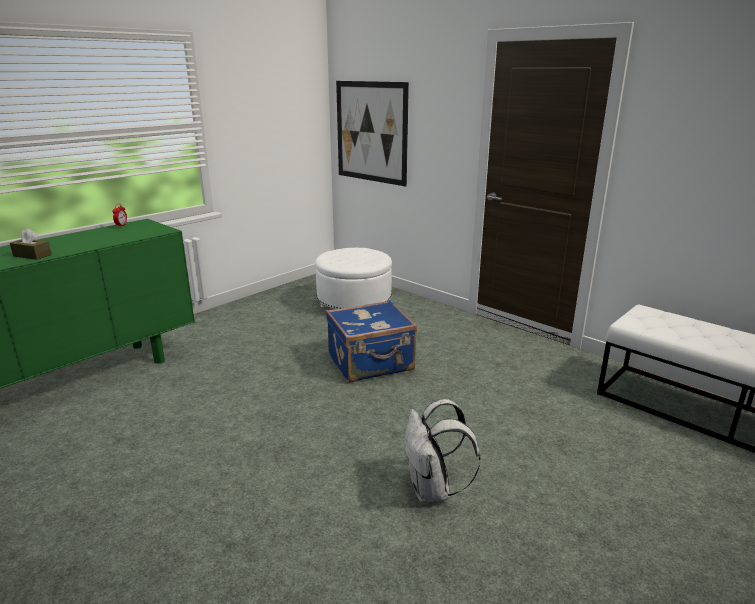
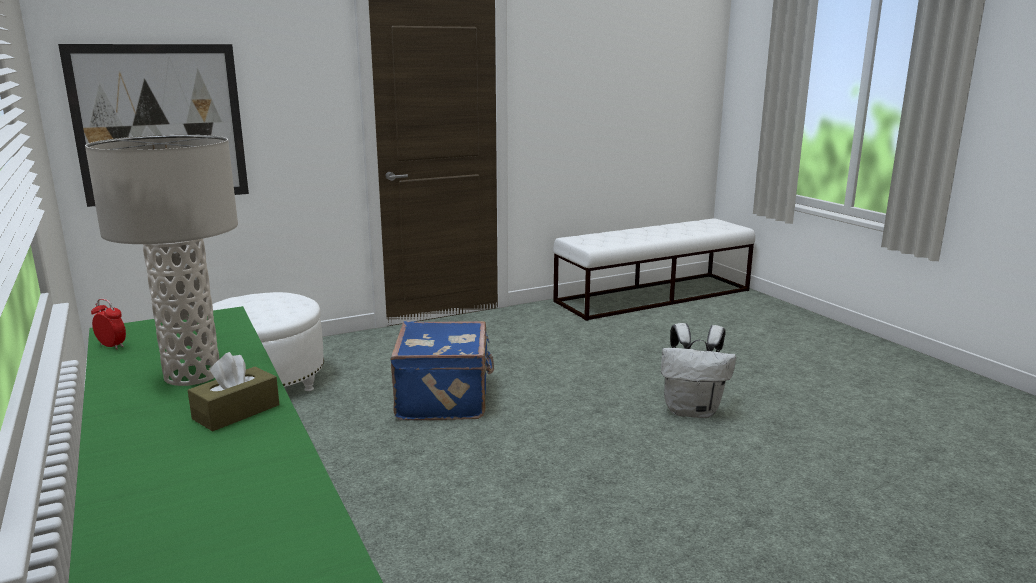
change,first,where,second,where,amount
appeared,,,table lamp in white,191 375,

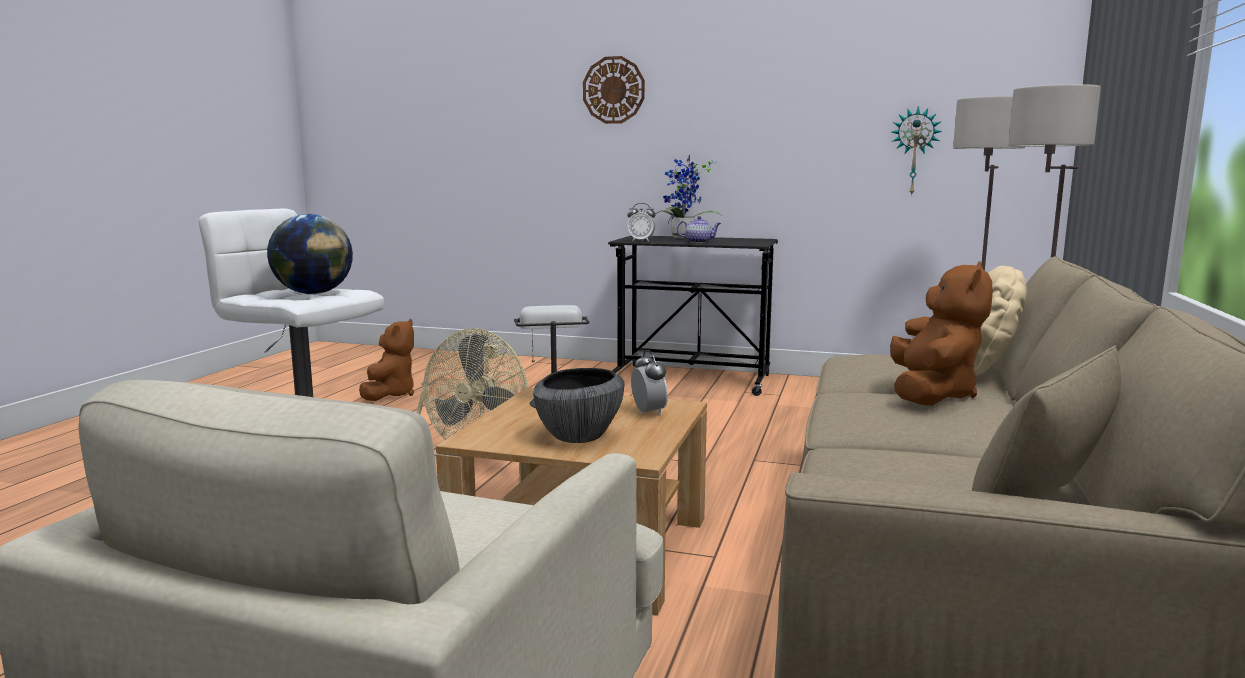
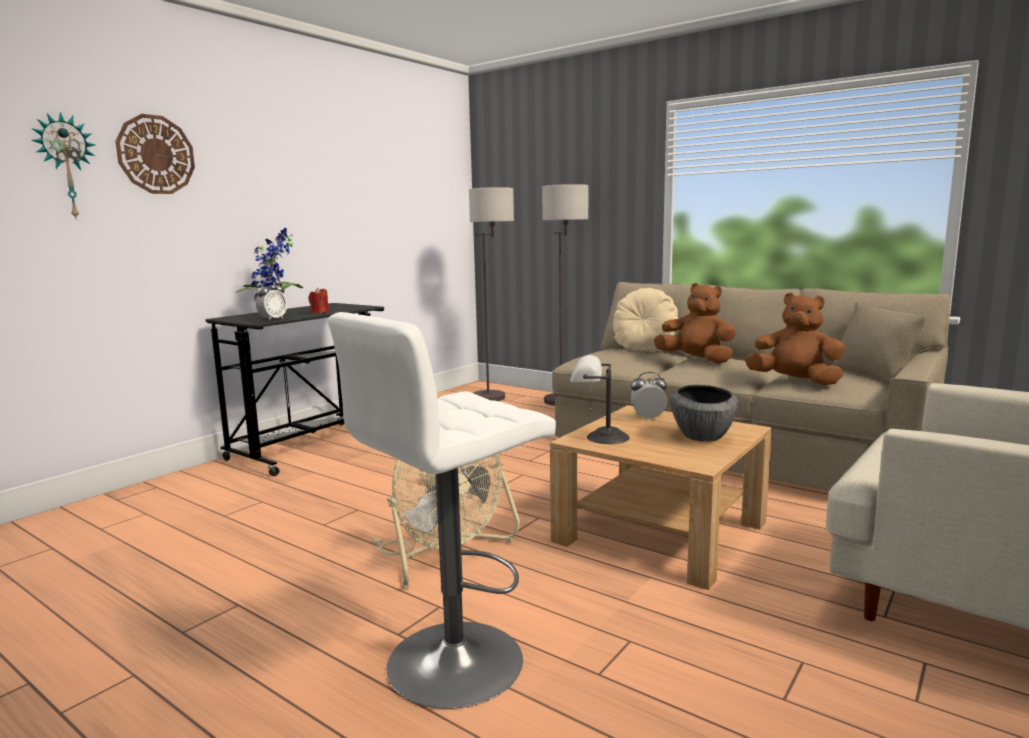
change,first,where,second,where,amount
relocated,wall clock,914 151,,66 167,
missing,globe,313 293,,,
exchanged,teapot,699 242,candle in red,319 312,
relocated,plush toy in brown,390 394,,795 381,

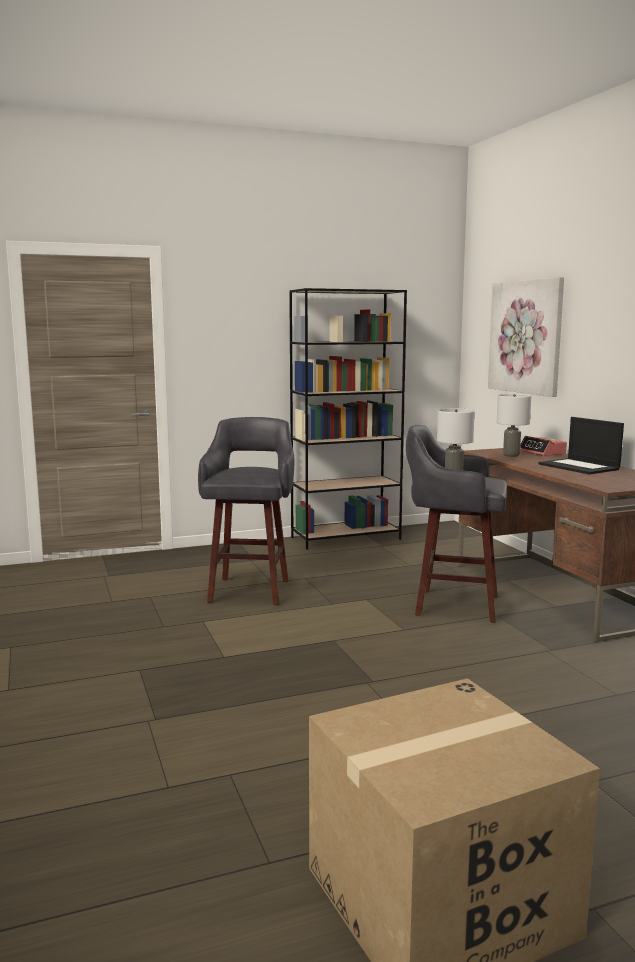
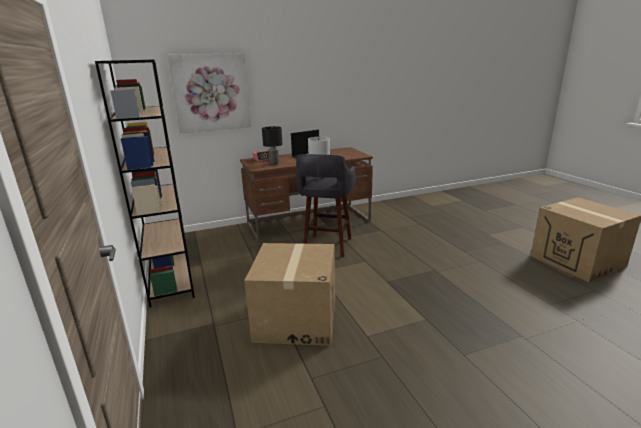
change,first,where,second,where,amount
colour,table lamp in white,511 455,table lamp in black,274 163,
exchanged,stool in grey,250 590,cardboard box,296 319,

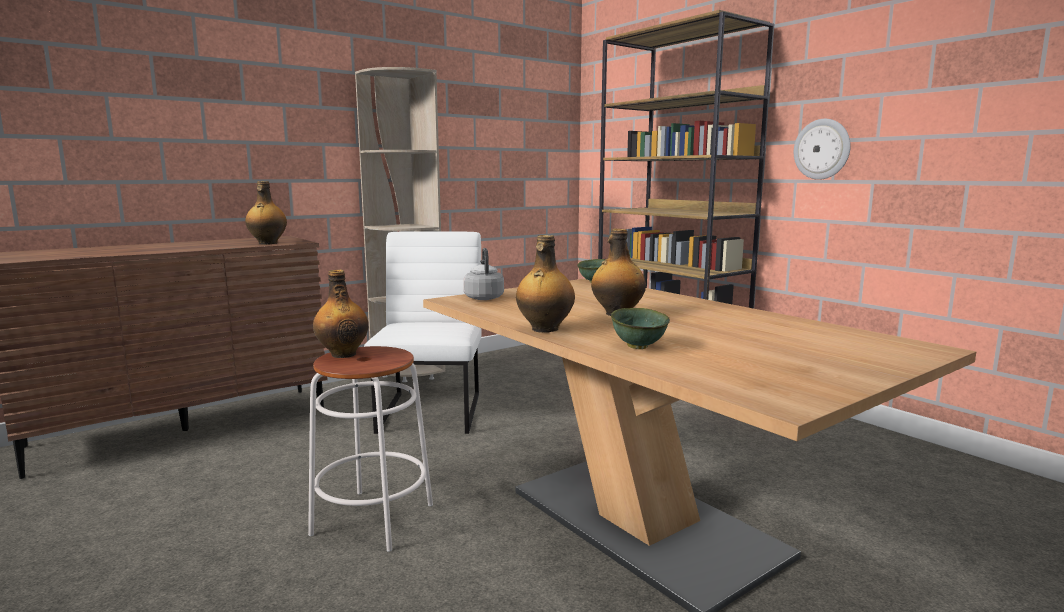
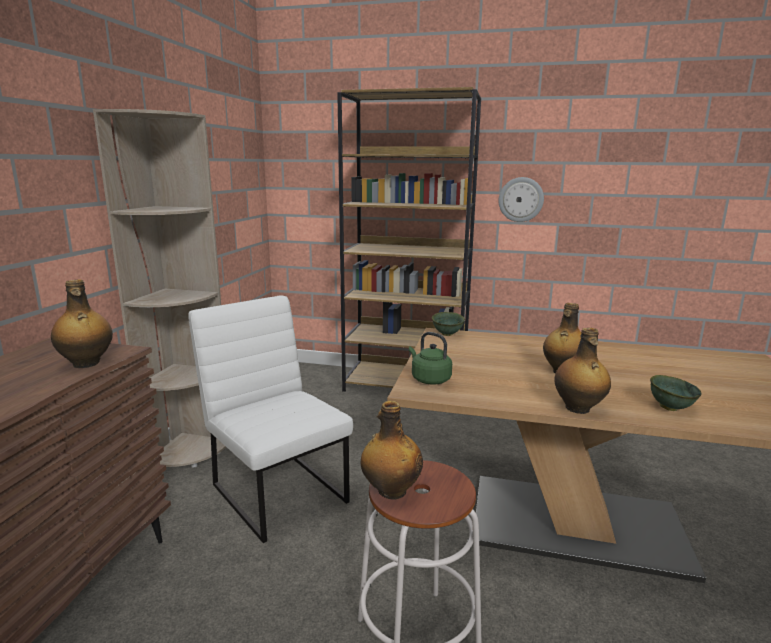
change,first,where,second,where,amount
colour,kettle in grey,484 297,kettle in green,429 379,

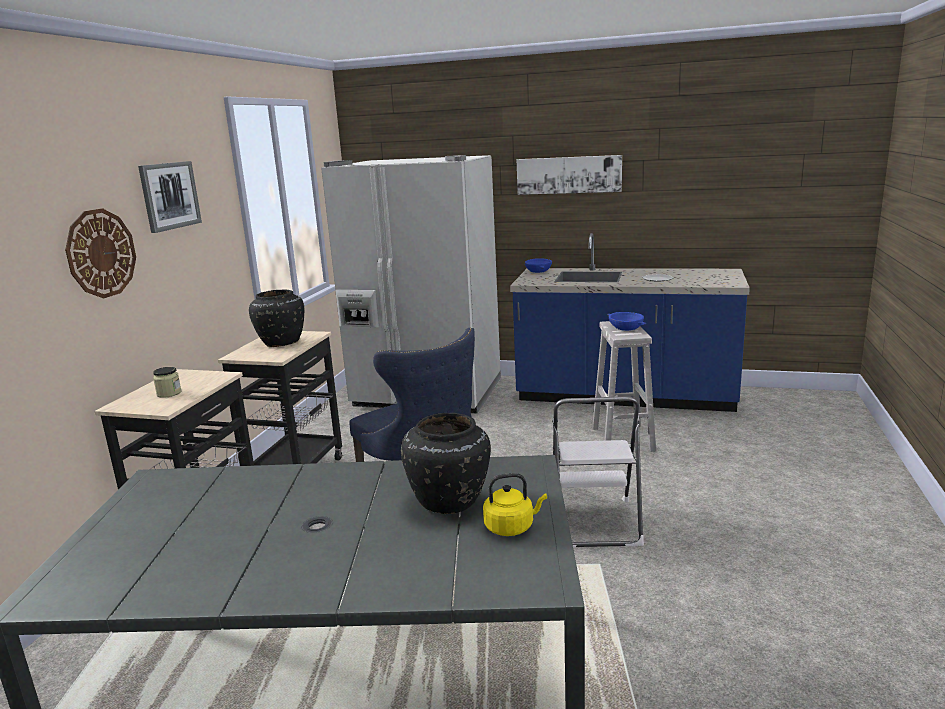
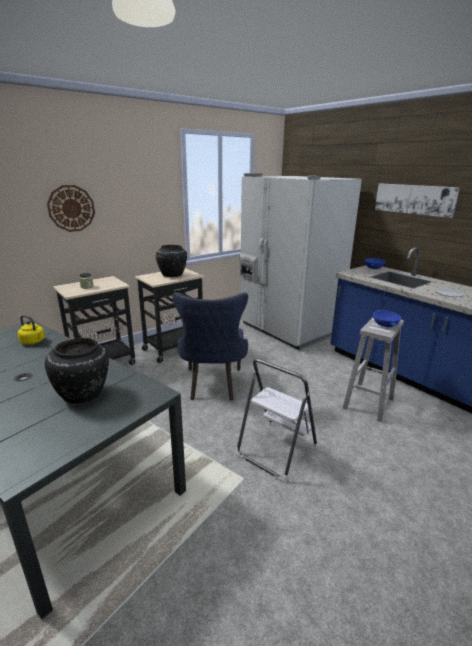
change,first,where,second,where,amount
missing,picture,169 195,,,
relocated,kettle in yellow,511 527,,33 342,

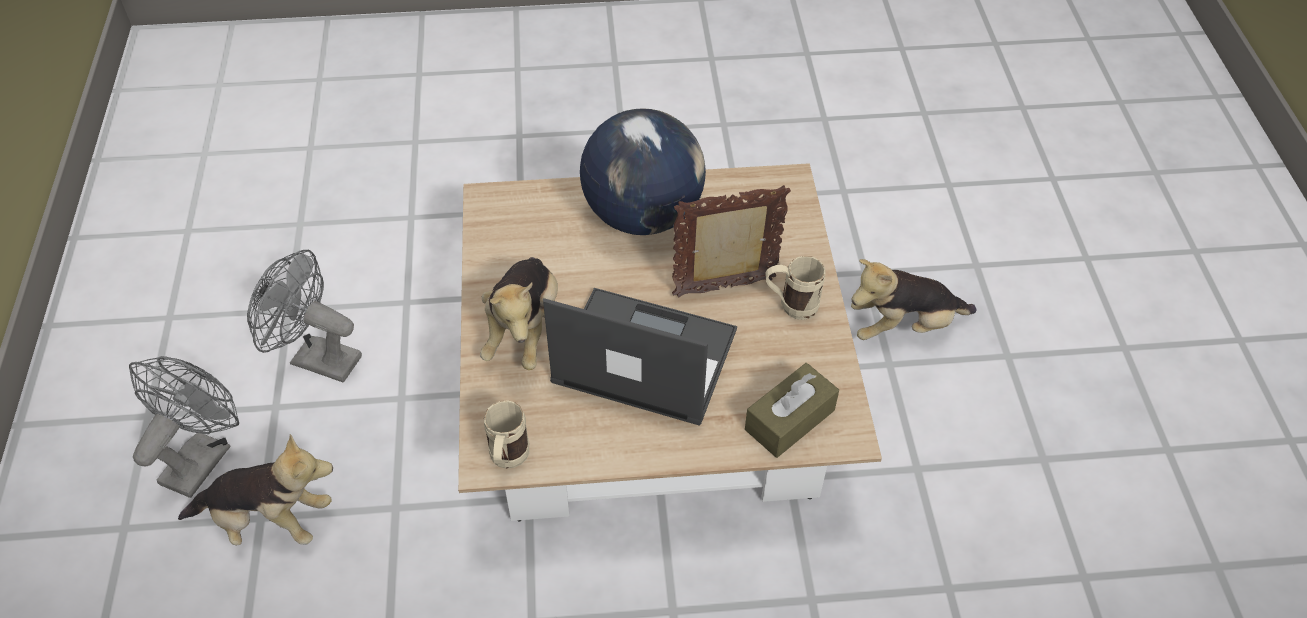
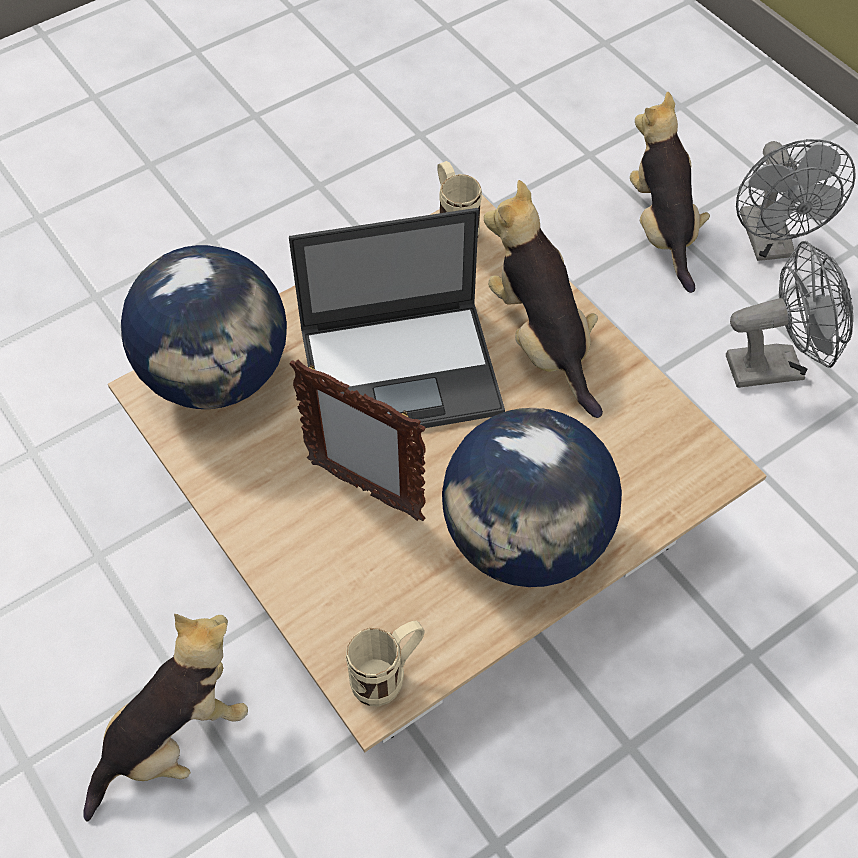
change,first,where,second,where,amount
spun,picture frame,725 288,,364 490,75 degrees clockwise
relocated,mug in beige,790 306,,388 676,
exchanged,tissue box in brown,789 420,globe,216 377,
spun,plush toy,268 521,,662 229,105 degrees clockwise

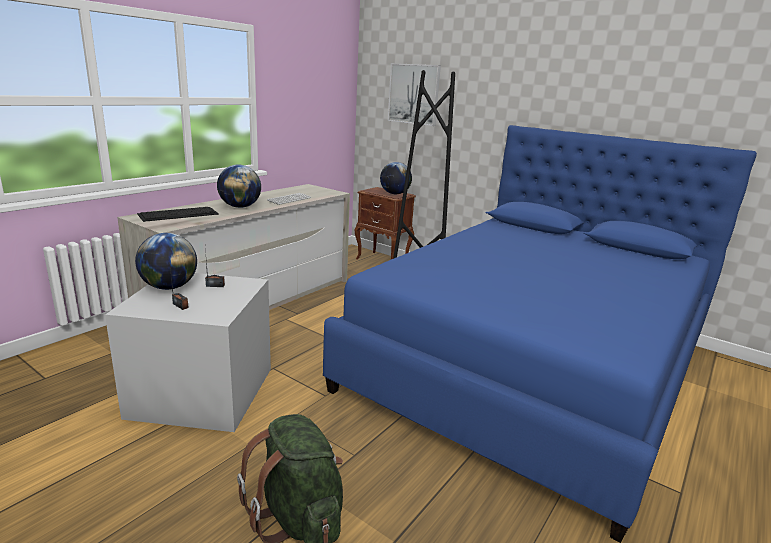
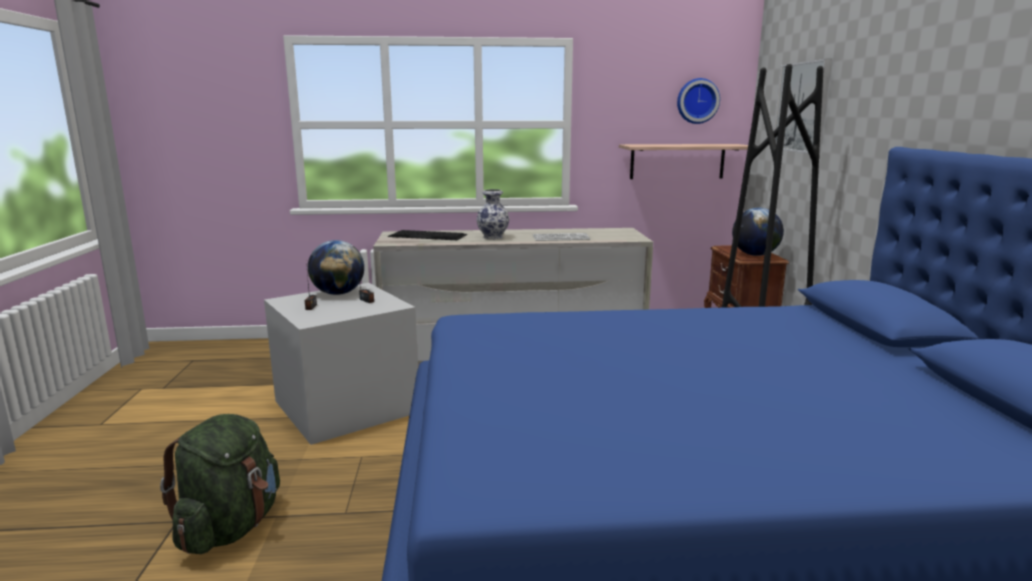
change,first,where,second,where,amount
exchanged,globe,240 207,vase,493 237,
appeared,,,wall clock,697 101,
appeared,,,shelf,677 161,

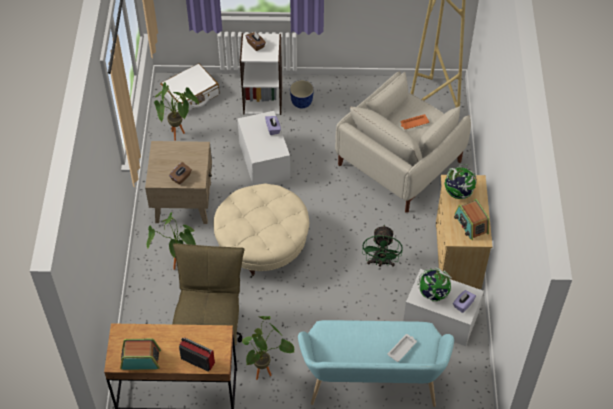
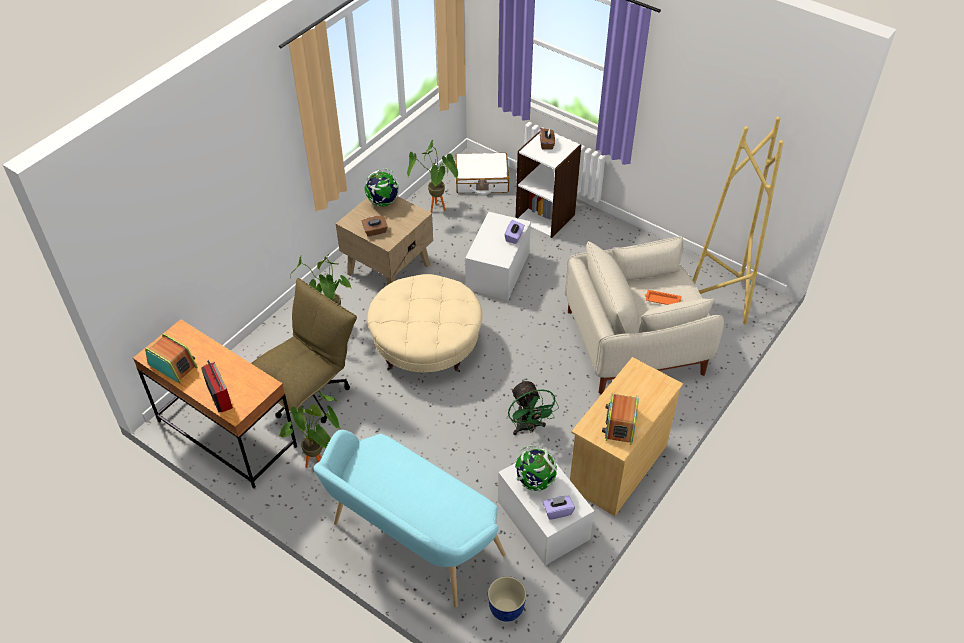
change,first,where,second,where,amount
relocated,planter,301 102,,506 608,
relocated,globe,458 193,,383 202,
spun,fan in green,381 262,,528 427,60 degrees counterclockwise
missing,tray in white,402 348,,,

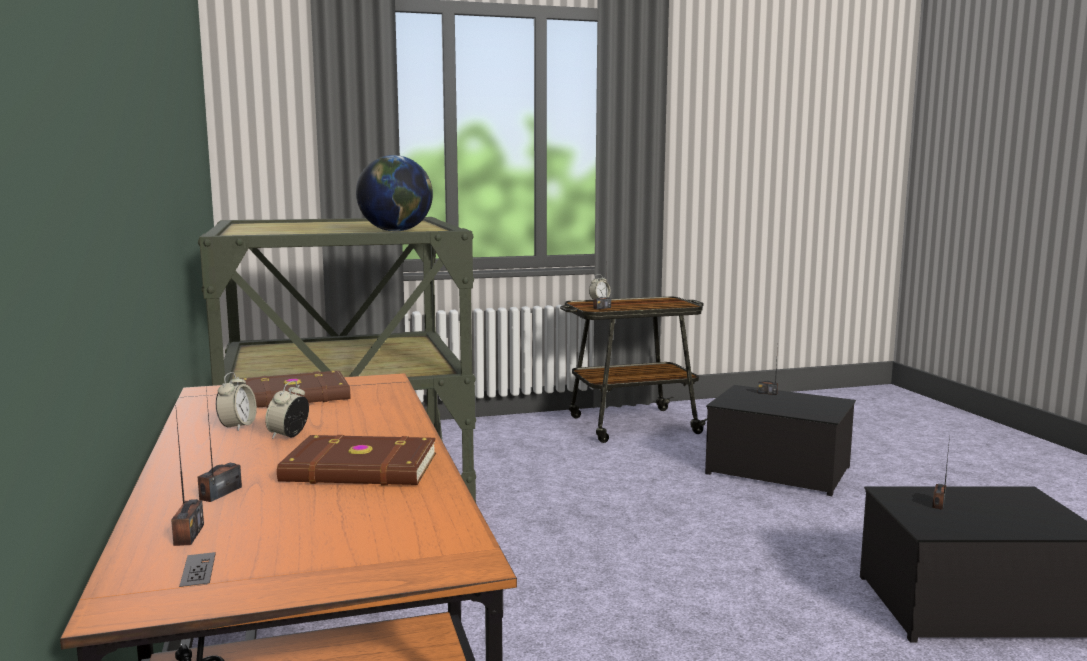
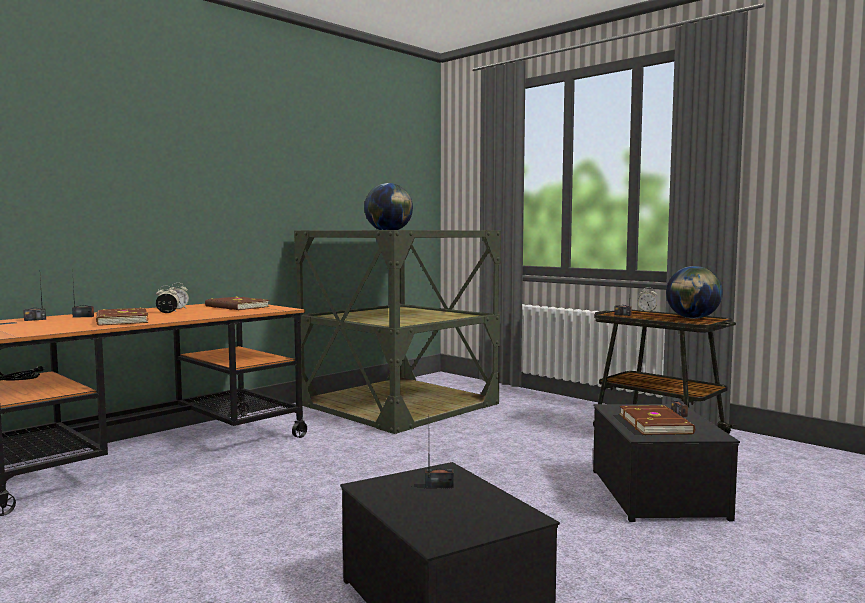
change,first,where,second,where,amount
appeared,,,globe,693 318,
appeared,,,book in brown,656 424,

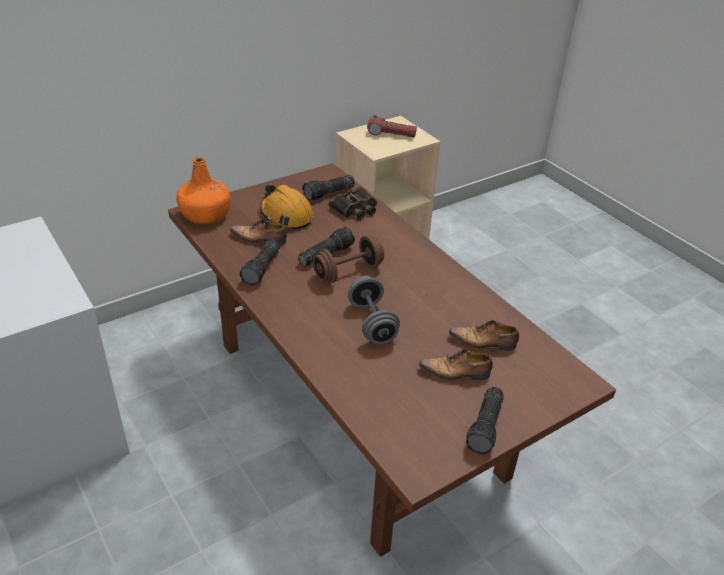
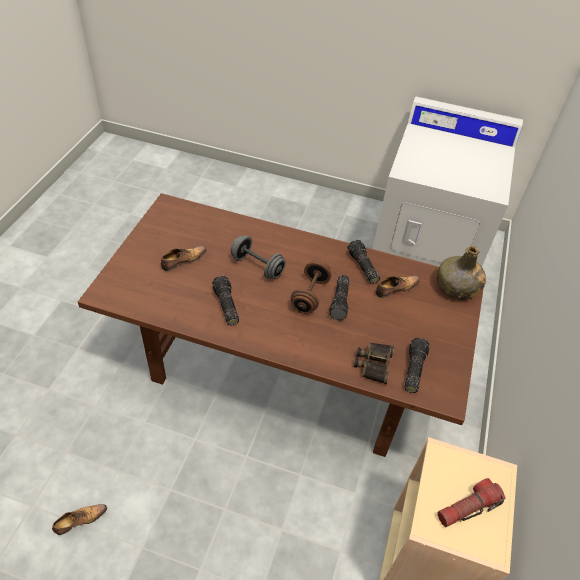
change,first,where,second,where,amount
colour,bottle in orange,206 214,bottle in green,456 288,
missing,hard hat in orange,286 215,,,
relocated,shoe,483 342,,80 520,
relocated,flashlight,486 427,,225 305,

